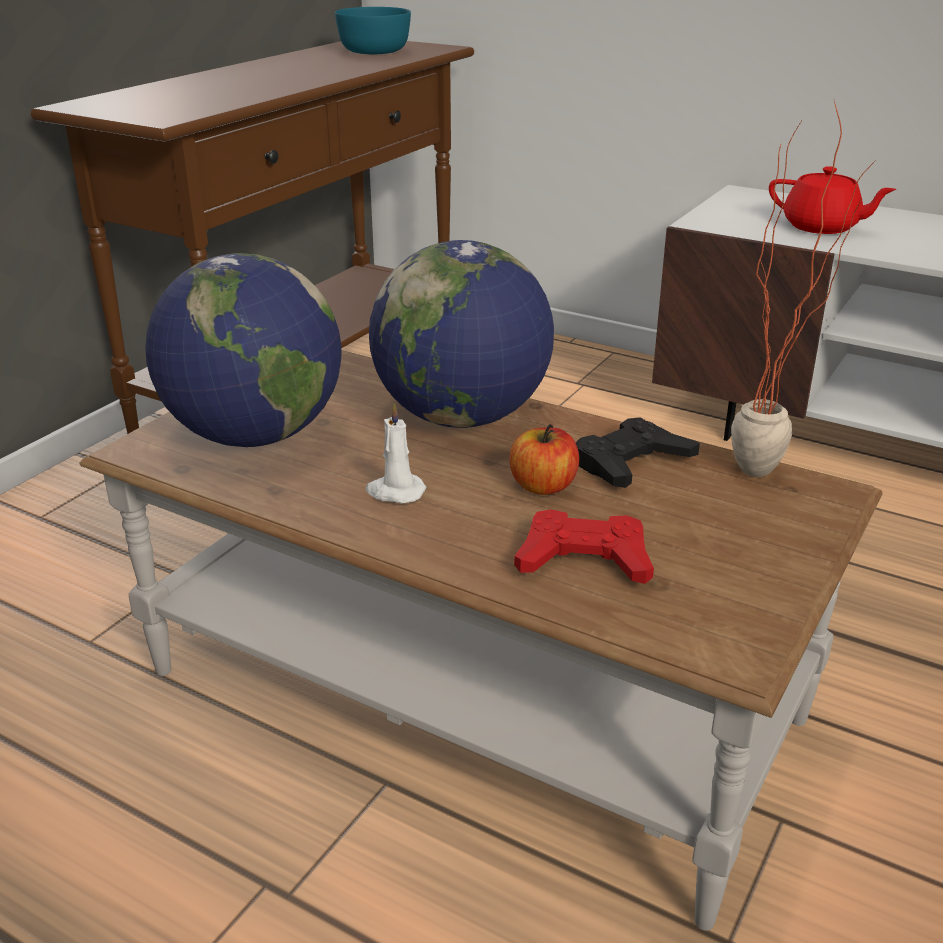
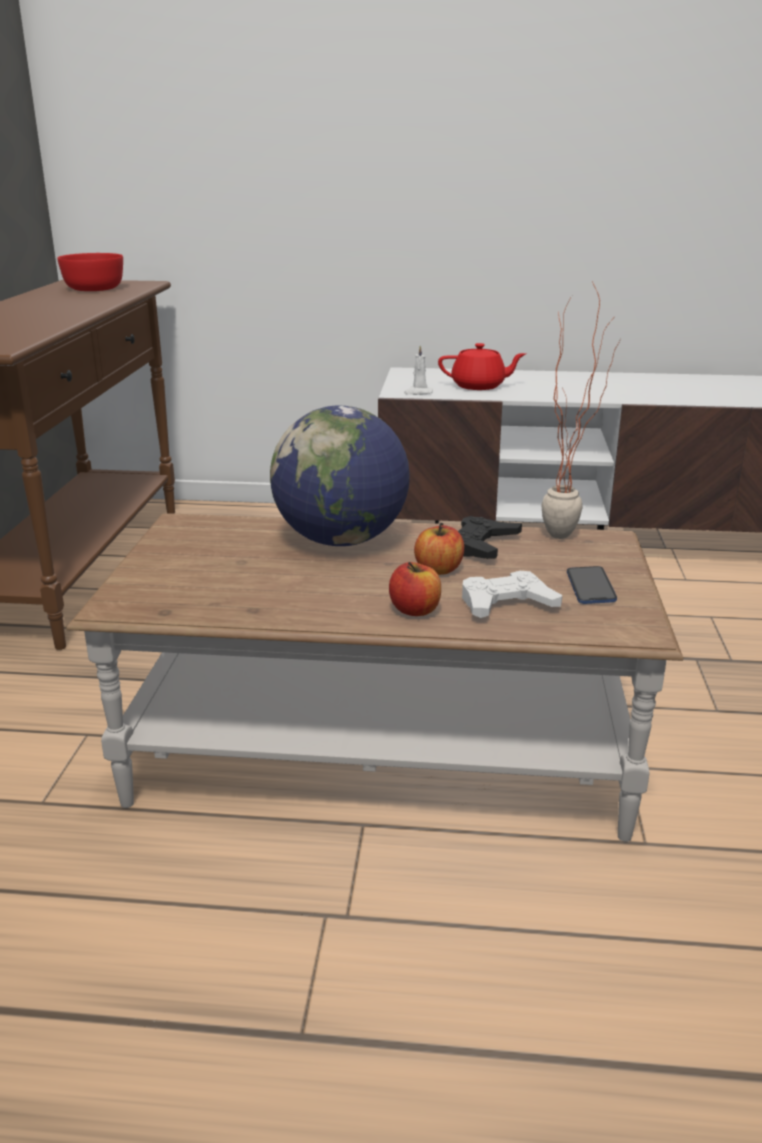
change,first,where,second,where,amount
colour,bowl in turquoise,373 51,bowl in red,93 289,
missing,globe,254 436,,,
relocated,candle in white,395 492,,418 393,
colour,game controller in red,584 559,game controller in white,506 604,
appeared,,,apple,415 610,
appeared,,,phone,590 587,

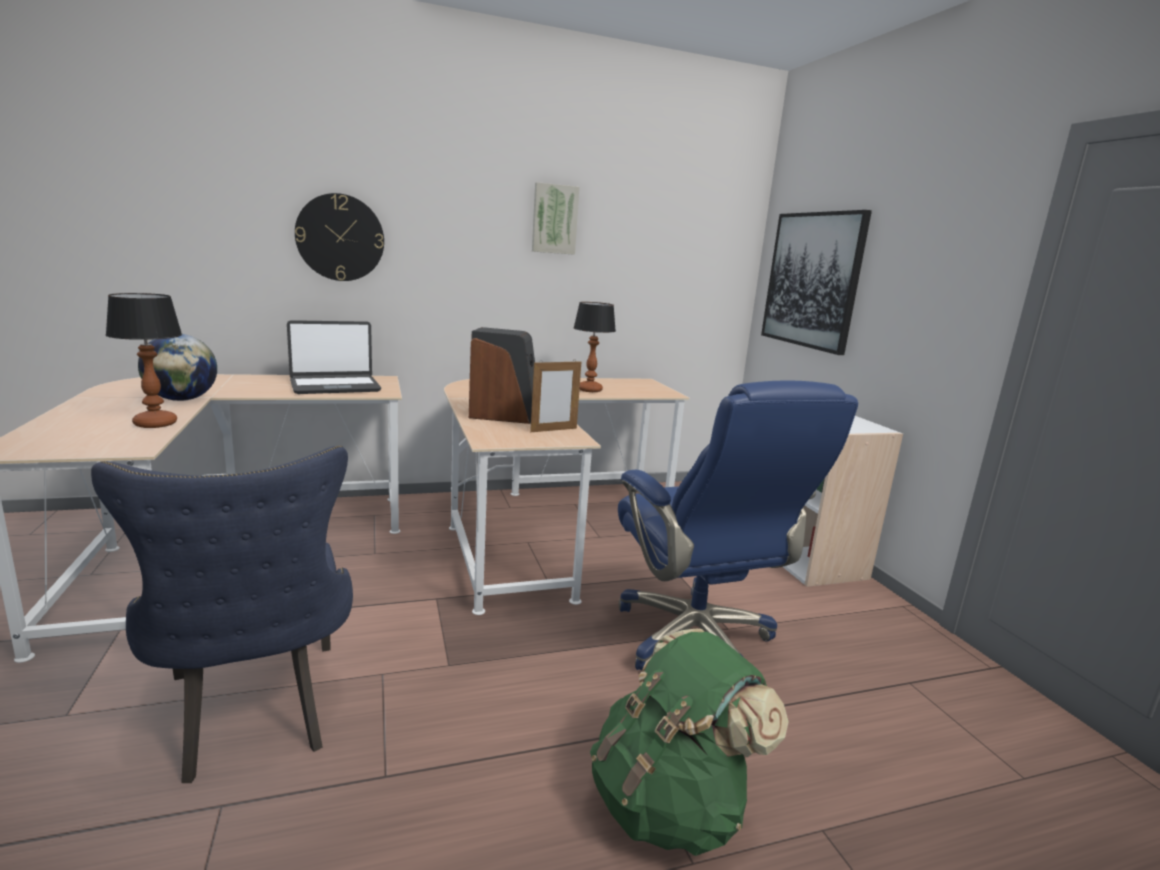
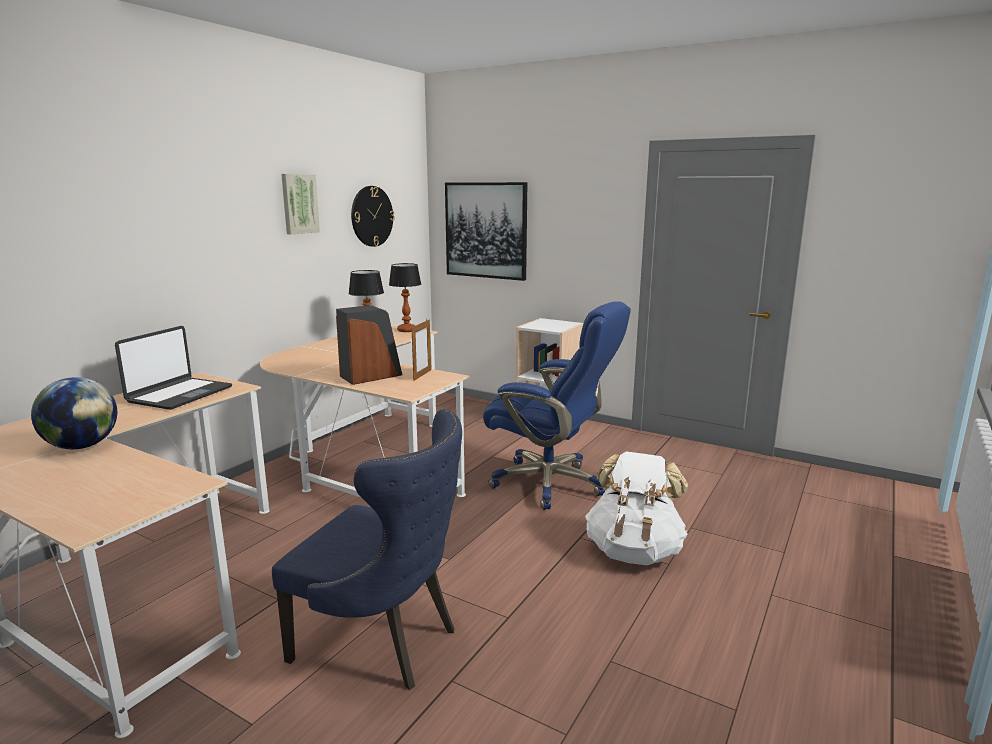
change,first,where,second,where,amount
relocated,wall clock,340 238,,372 216,
relocated,table lamp,156 424,,407 330,
colour,backpack in green,670 804,backpack in white,634 551,

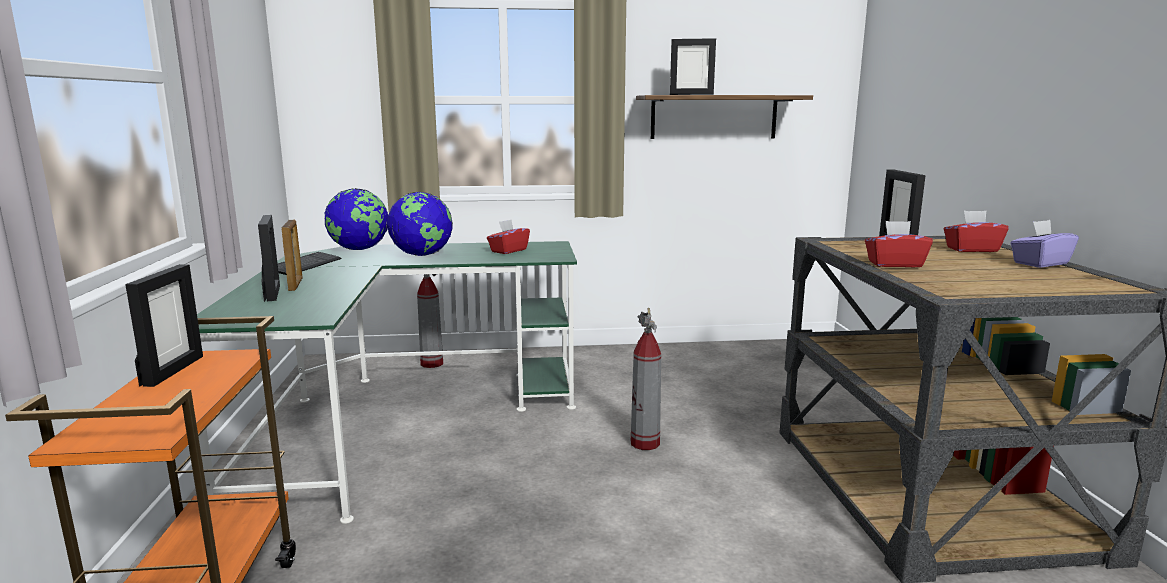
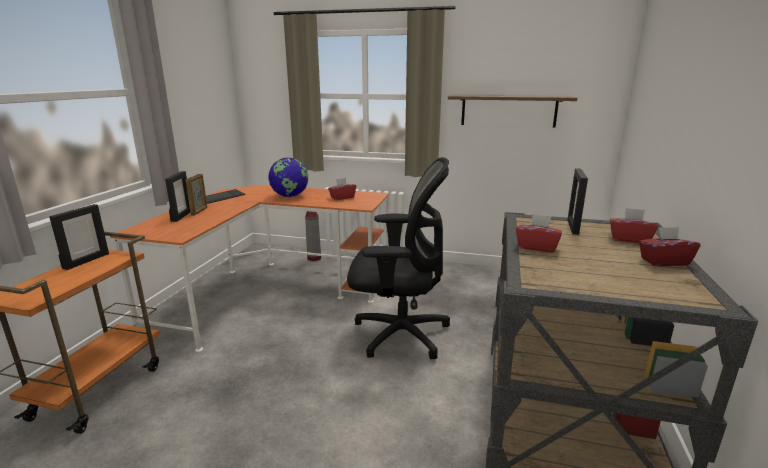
change,first,where,second,where,amount
missing,picture frame,691 94,,,
missing,globe,359 249,,,
colour,tissue box in purple,1039 263,tissue box in red,664 261,
colour,desk in green,399 420,desk in orange,270 292,
exchanged,fire extinguisher,645 443,office chair in black,395 335,

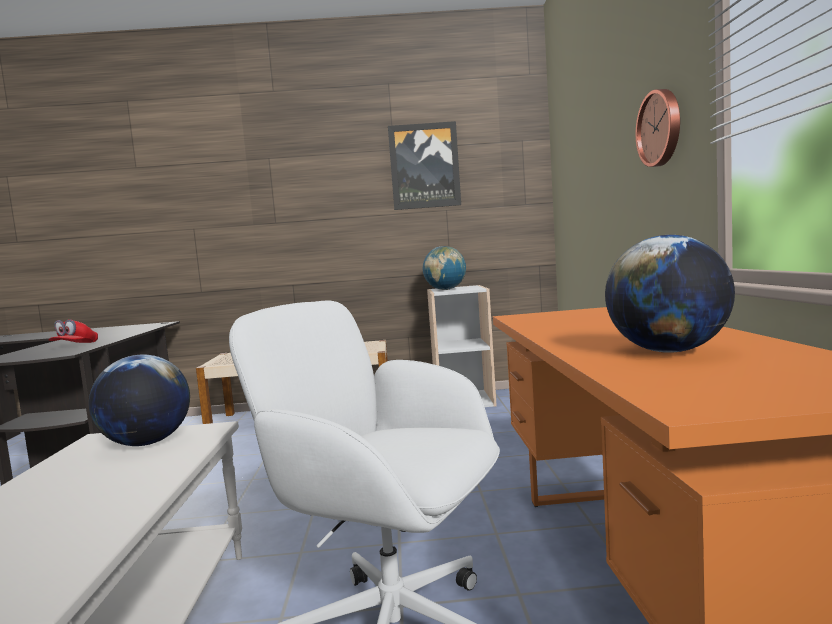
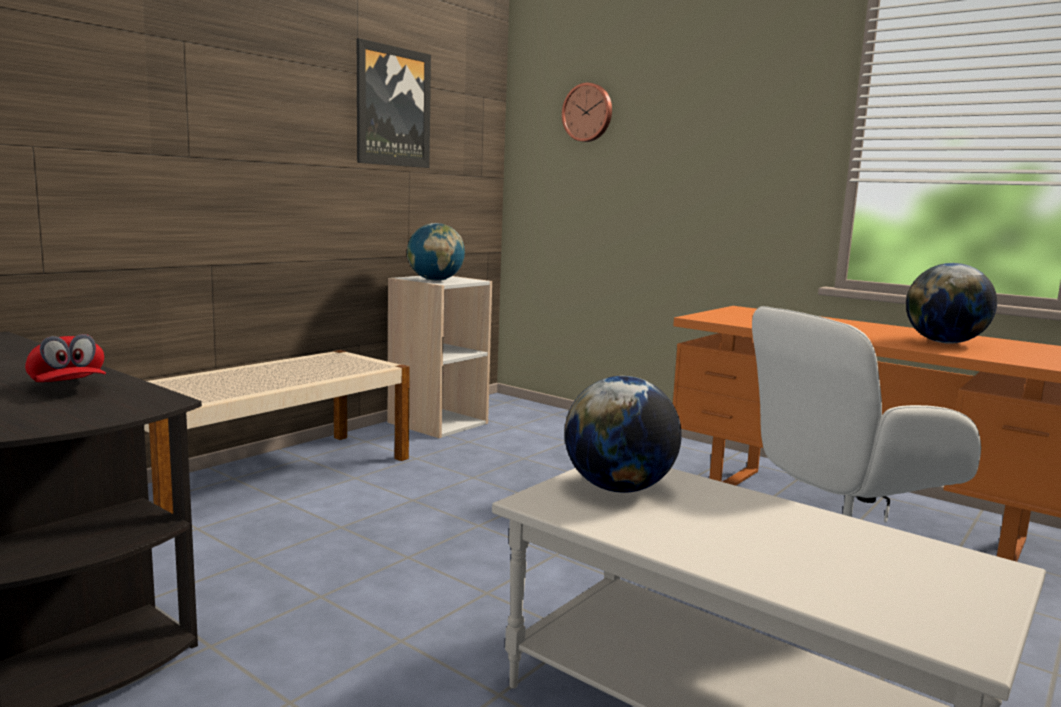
change,first,where,second,where,amount
relocated,wall clock,661 128,,588 112,

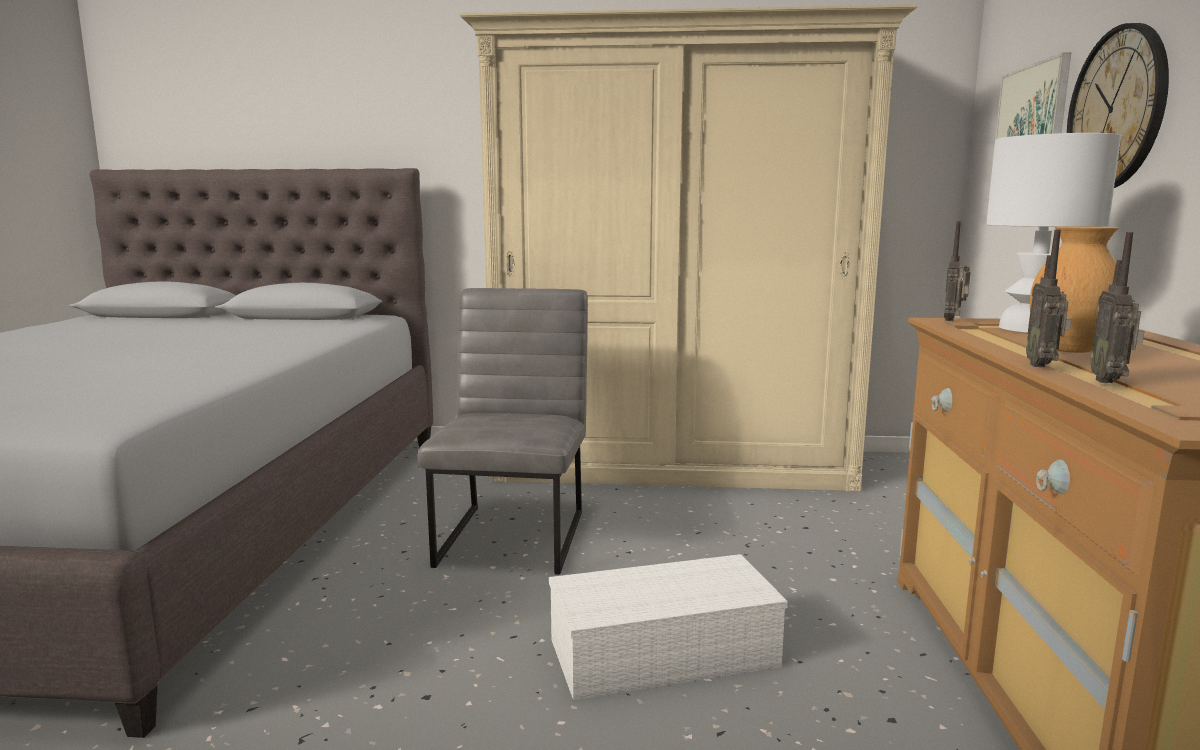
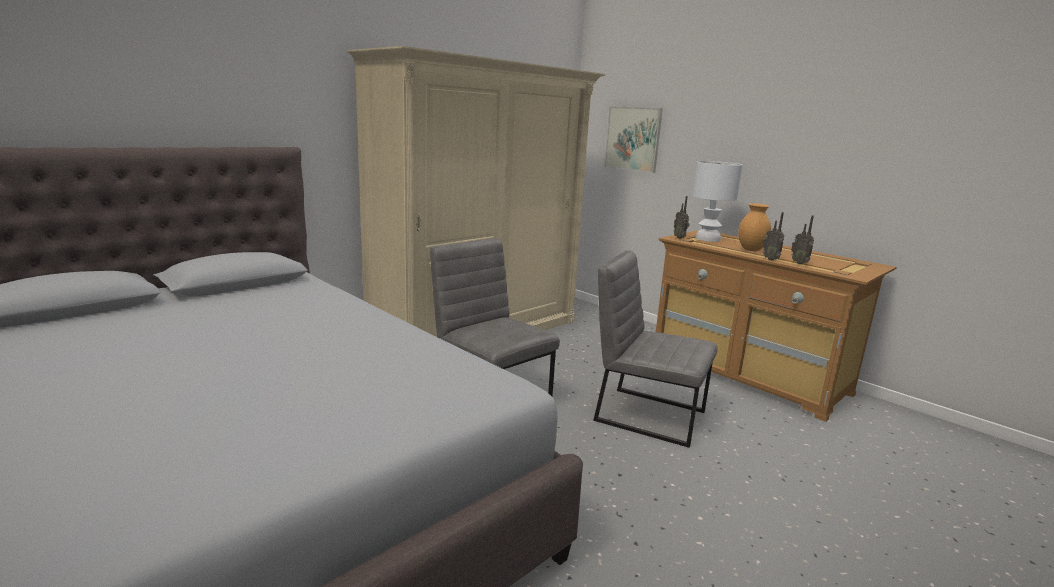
change,first,where,second,where,amount
missing,wall clock,1117 109,,,
exchanged,storage box in white,665 651,chair in grey,646 414,

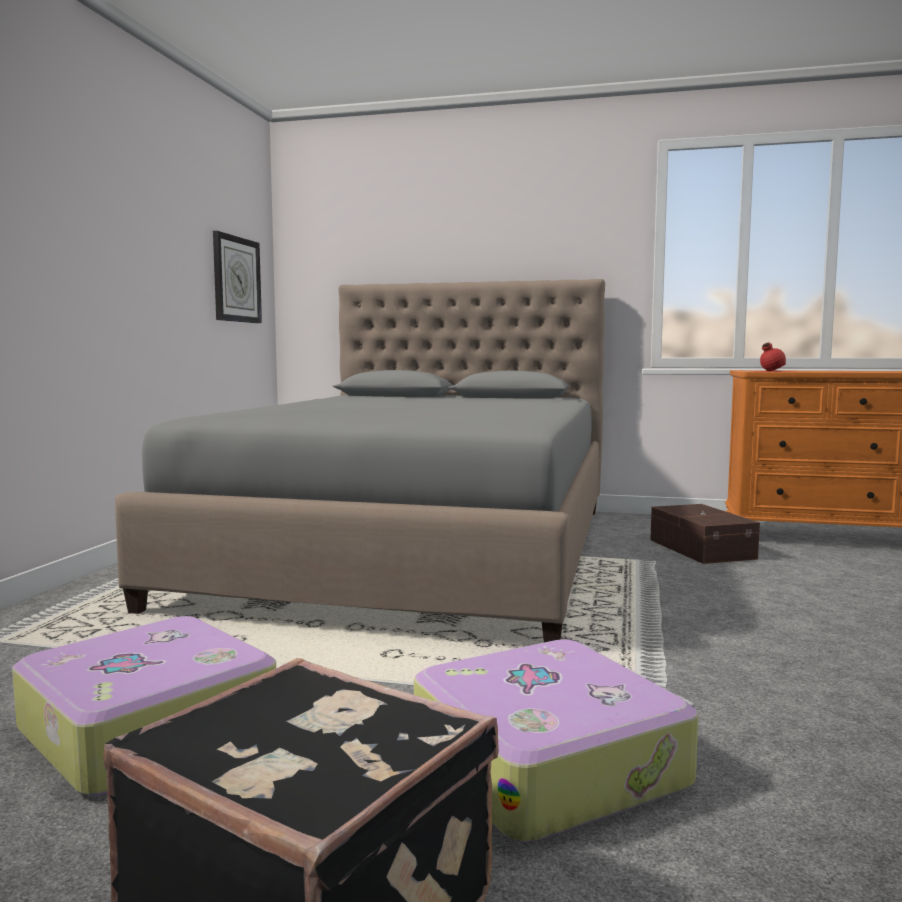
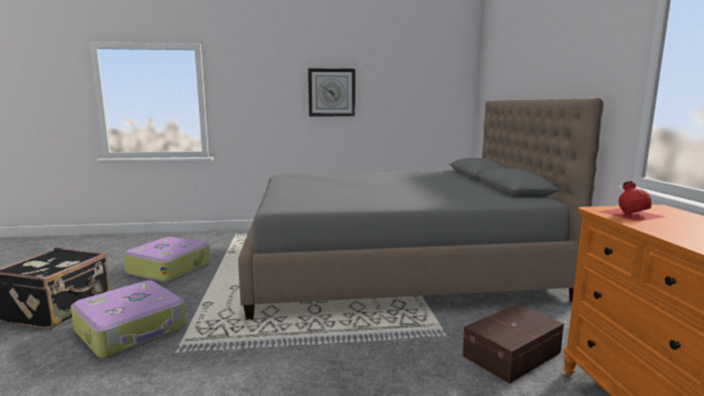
change,first,where,second,where,amount
relocated,wall clock,236 279,,331 92,

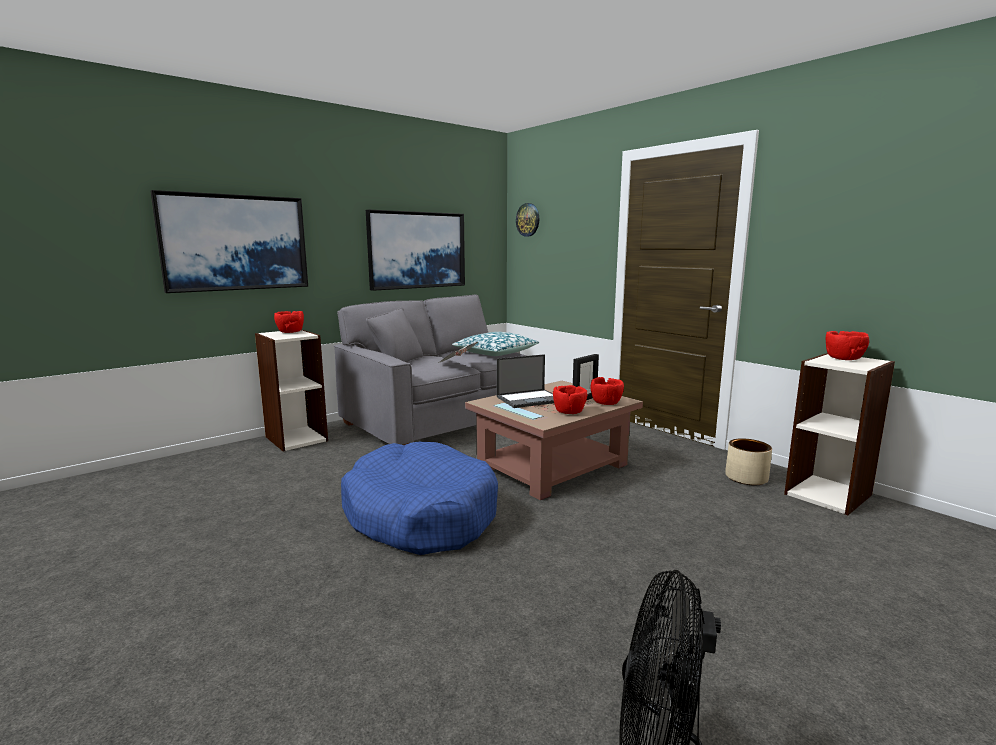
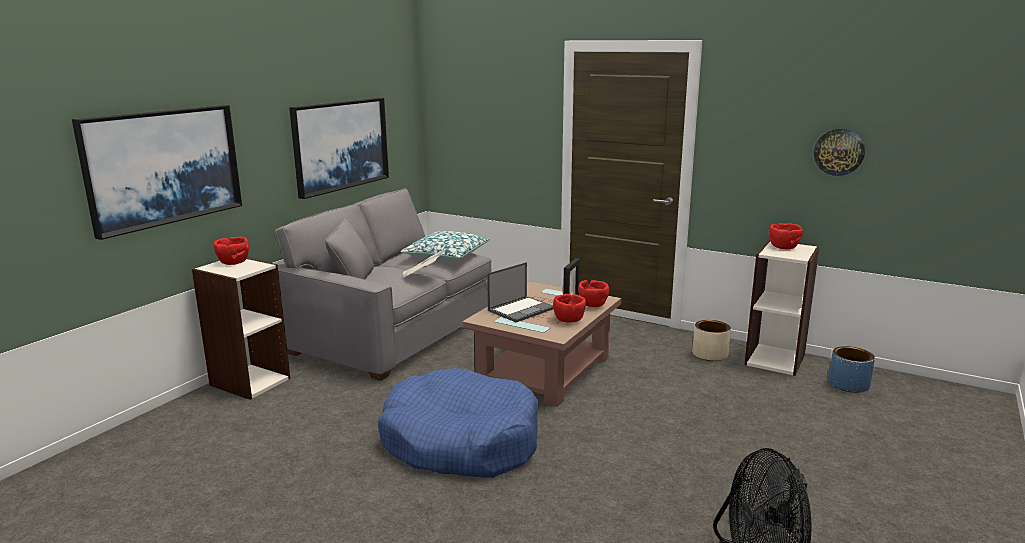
change,first,where,second,where,amount
relocated,wall clock,528 220,,839 152,
appeared,,,planter in blue,848 385,

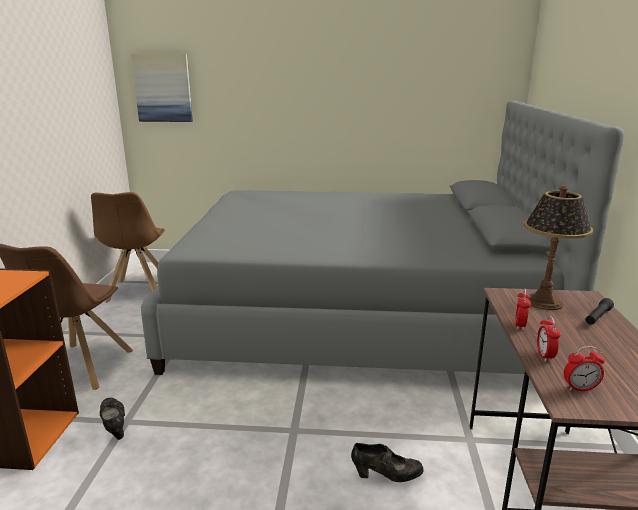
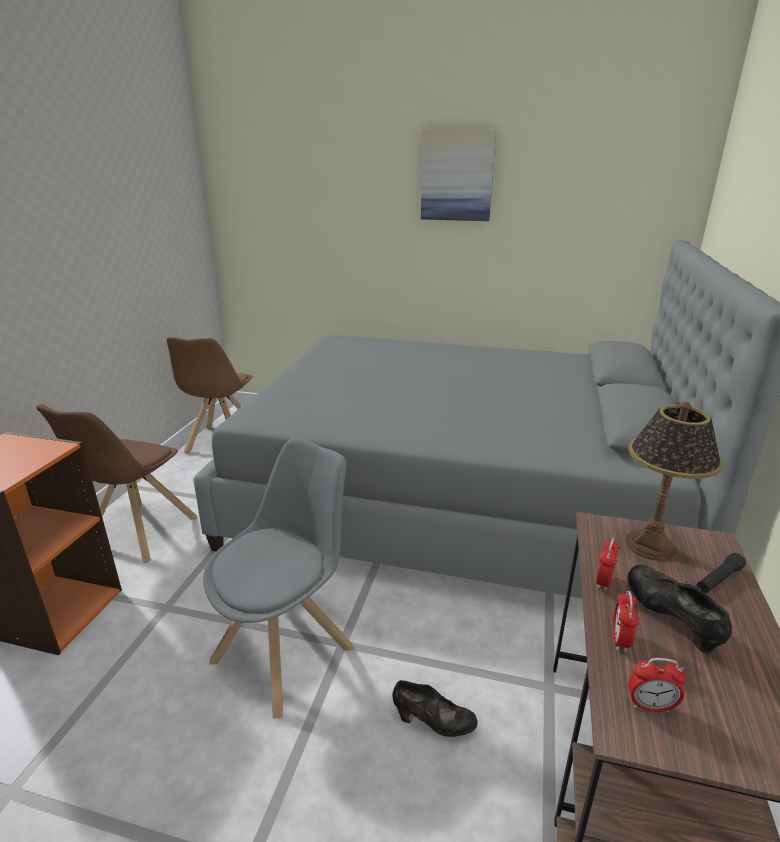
change,first,where,second,where,amount
relocated,picture,163 88,,457 176,
relocated,shoe in black,114 425,,670 620,
appeared,,,chair in grey,287 649,

